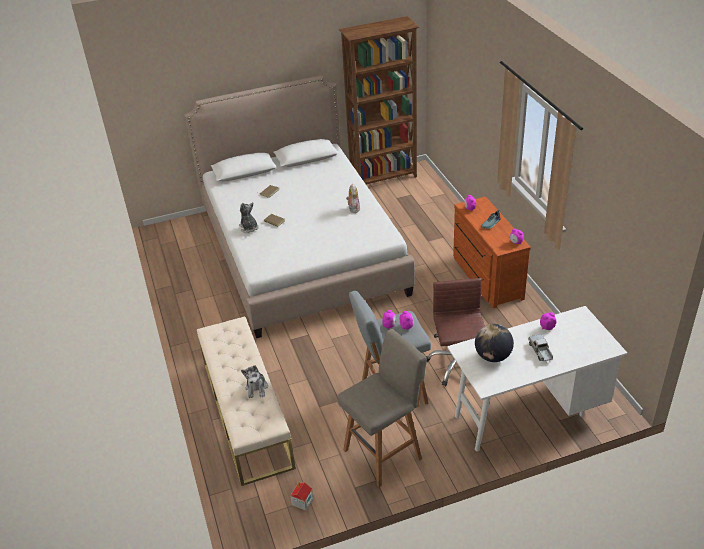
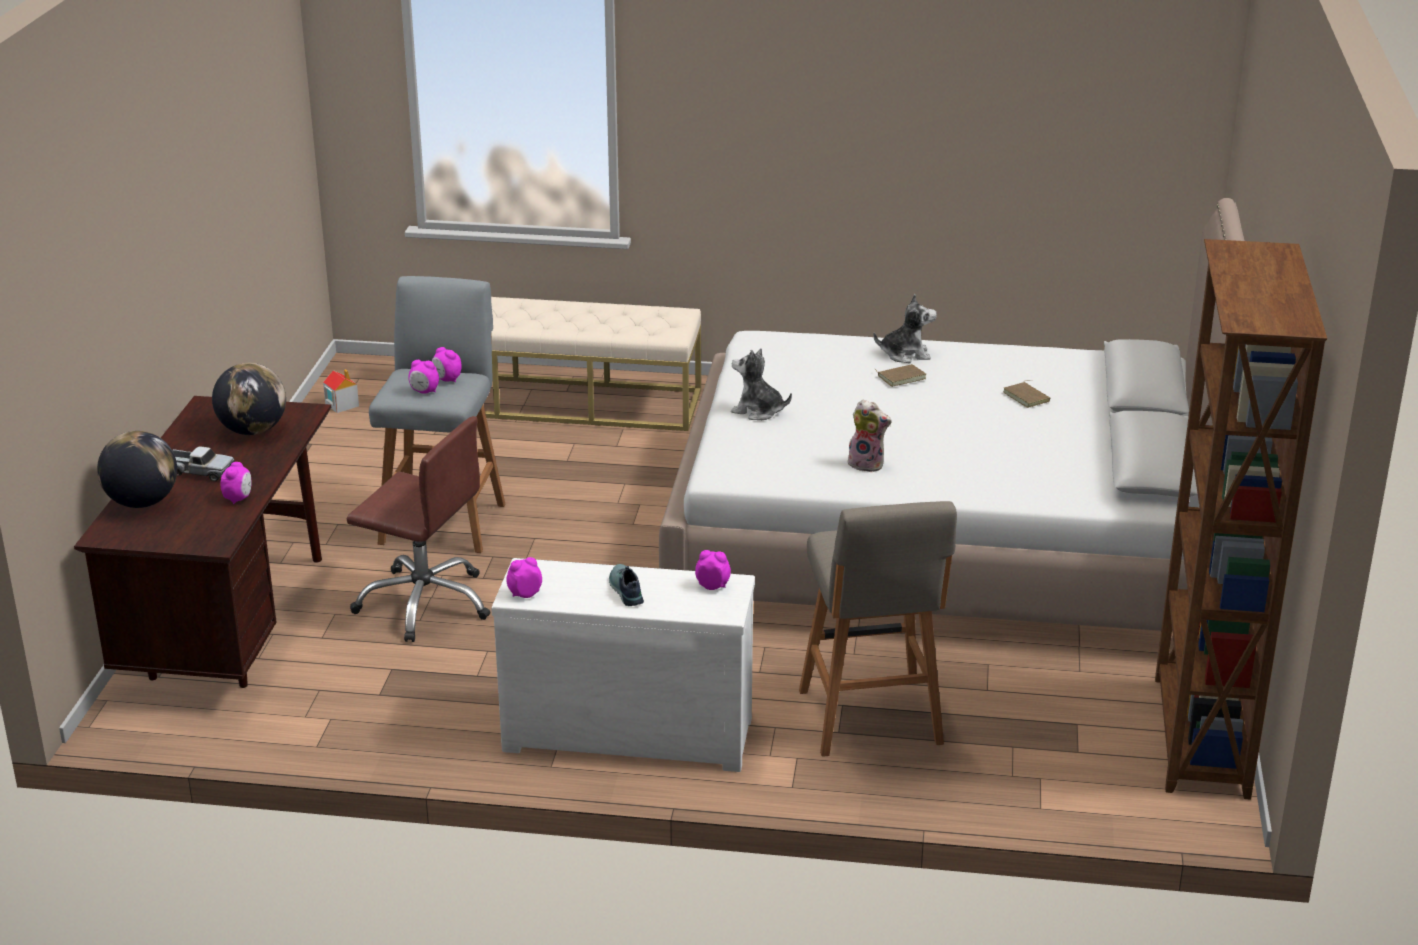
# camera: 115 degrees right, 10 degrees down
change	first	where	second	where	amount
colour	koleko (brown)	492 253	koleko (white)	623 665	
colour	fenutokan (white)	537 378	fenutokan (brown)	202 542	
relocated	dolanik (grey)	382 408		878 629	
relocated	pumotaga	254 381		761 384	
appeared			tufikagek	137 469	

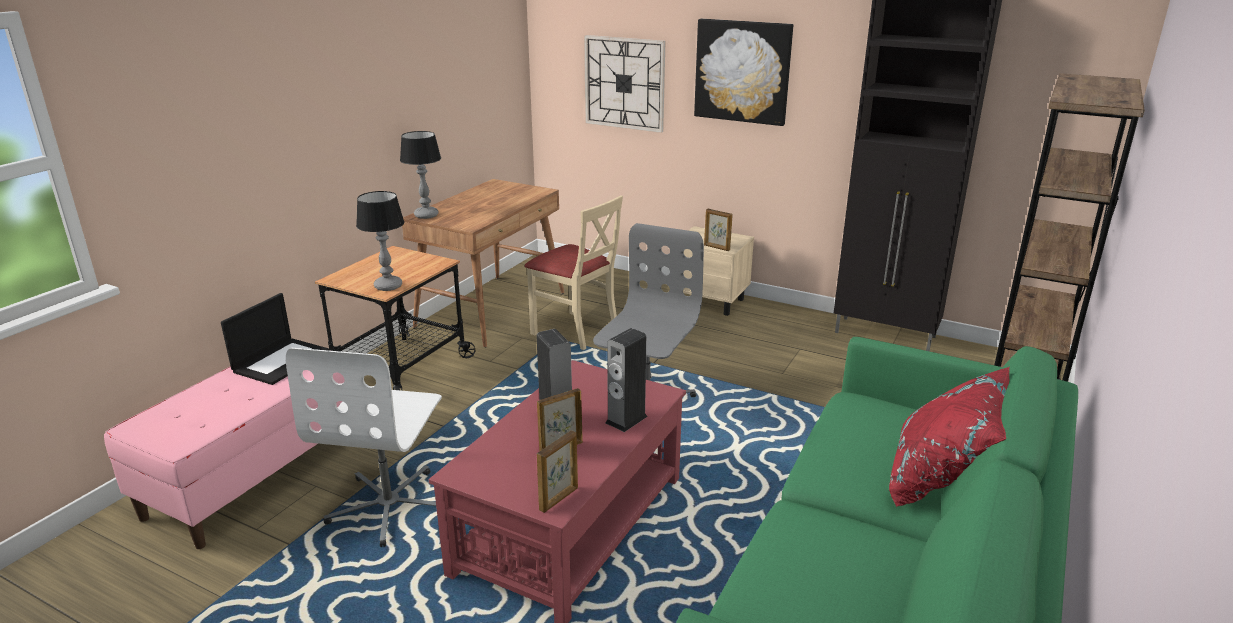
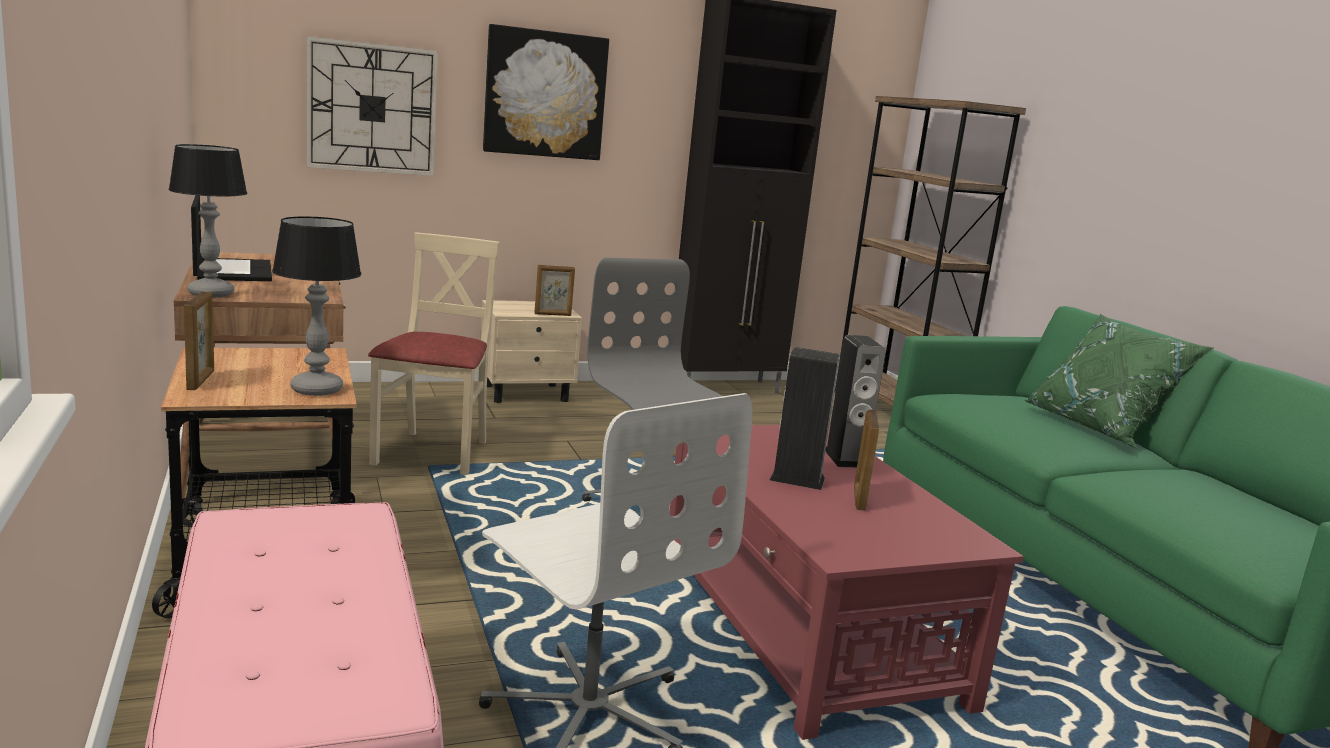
# camera: 50 degrees left, 10 degrees down
change	first	where	second	where	amount
spun	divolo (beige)	574 272		434 353	75 degrees counterclockwise
relocated	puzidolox	275 339		231 238	
colour	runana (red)	949 436	runana (green)	1118 381	
relocated	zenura	557 471		199 340	

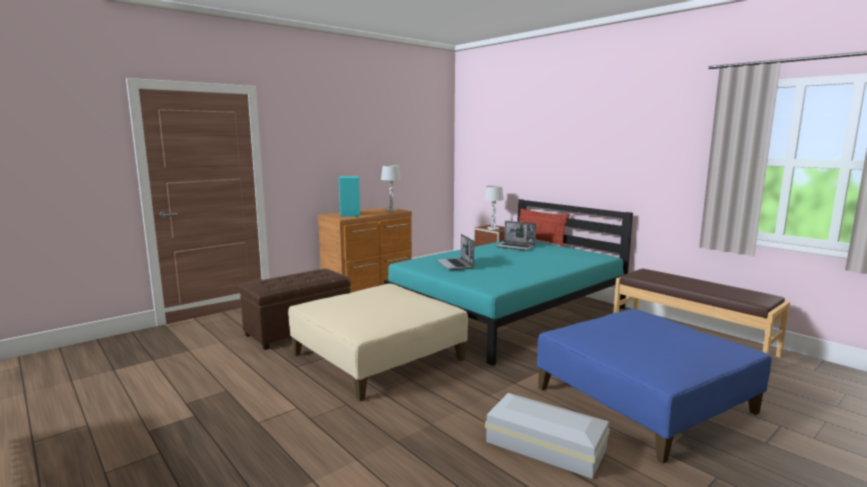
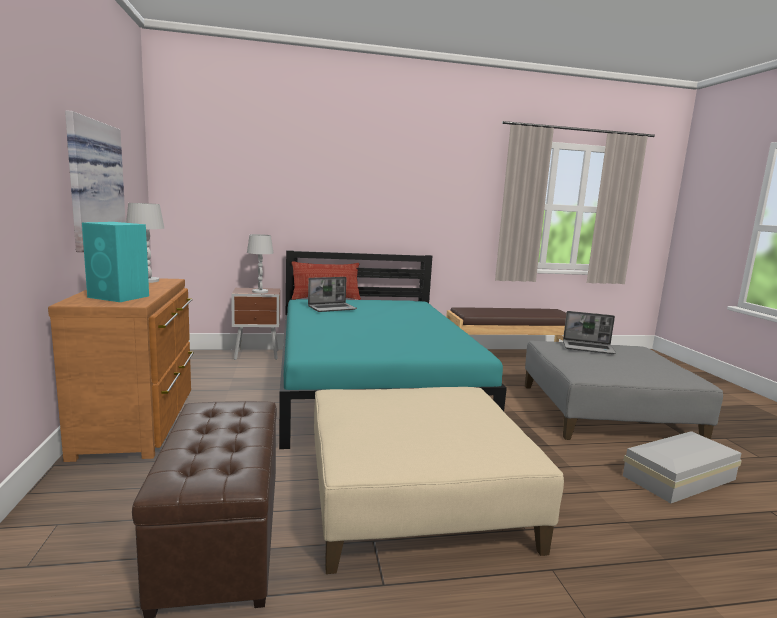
# camera: 60 degrees left, 0 degrees up
change	first	where	second	where	amount
relocated	puzidolox	455 252		589 332	
colour	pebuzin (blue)	654 386	pebuzin (grey)	624 390	
appeared			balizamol	95 181	

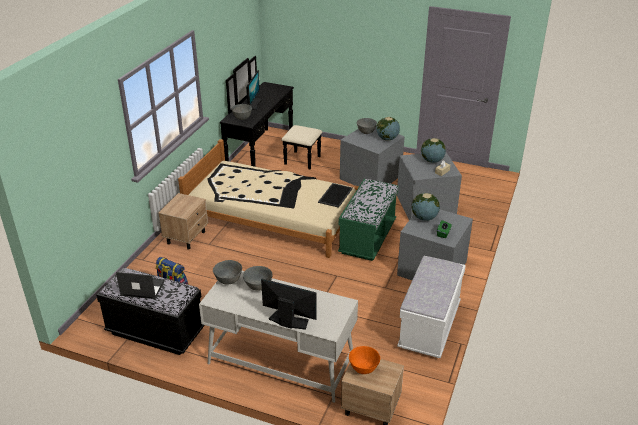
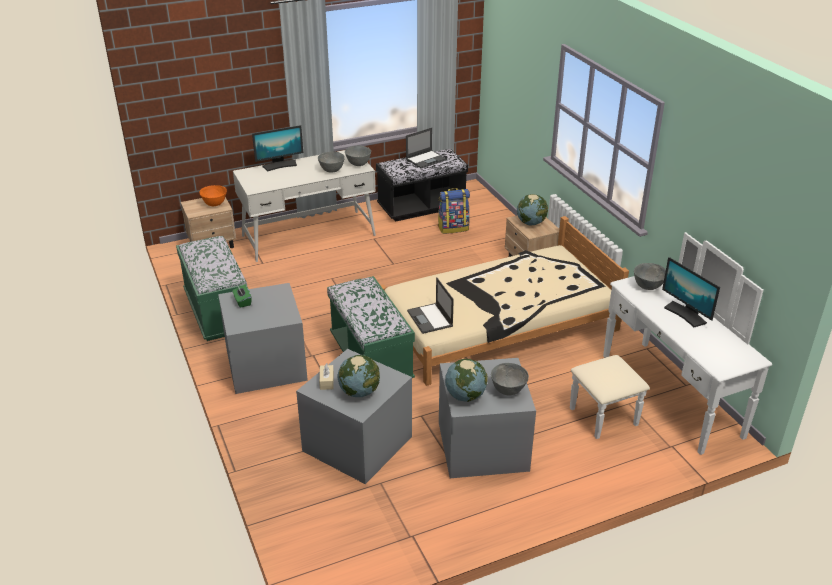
# camera: 135 degrees right, 0 degrees up
change	first	where	second	where	amount
colour	koleko (black)	271 112	koleko (white)	671 343	
exchanged	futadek	335 195	puzidolox	430 305	
relocated	tufikagek	426 207		532 209	
colour	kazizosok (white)	431 307	kazizosok (green)	211 288	

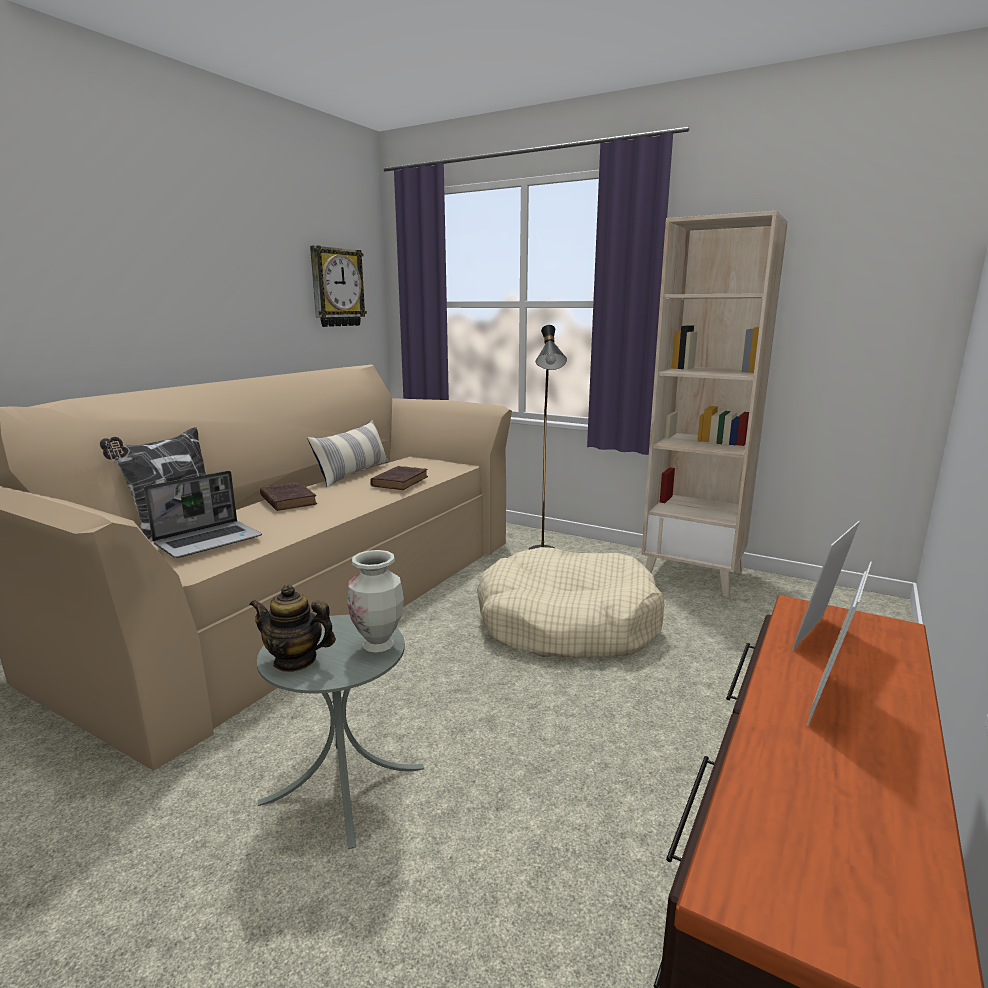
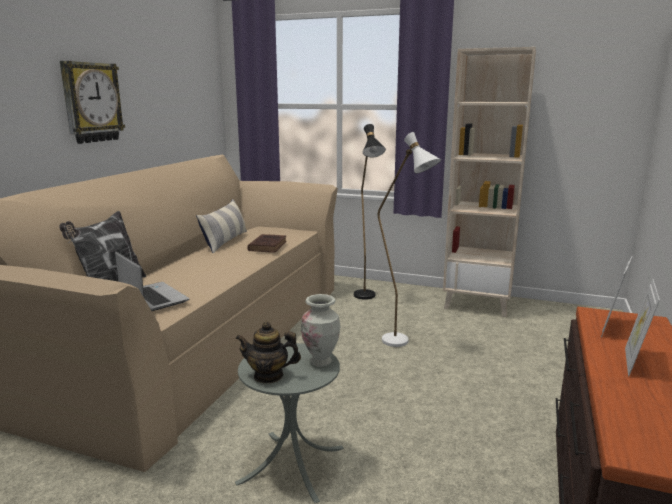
# camera: 10 degrees left, 0 degrees up
change	first	where	second	where	amount
relocated	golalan	338 286		92 102	
spun	puzidolox	203 514		152 281	75 degrees counterclockwise
missing	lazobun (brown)	288 496			
exchanged	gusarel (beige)	571 602	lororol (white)	409 239	

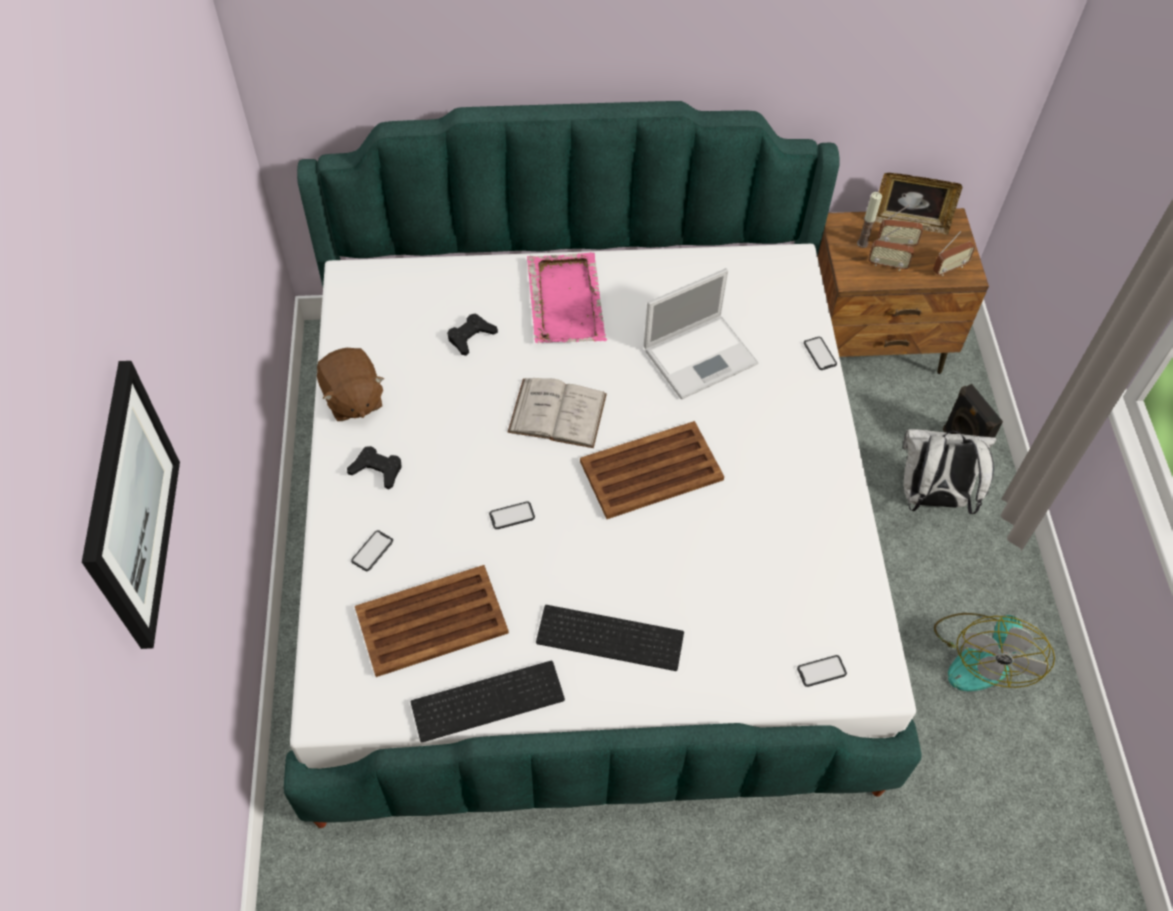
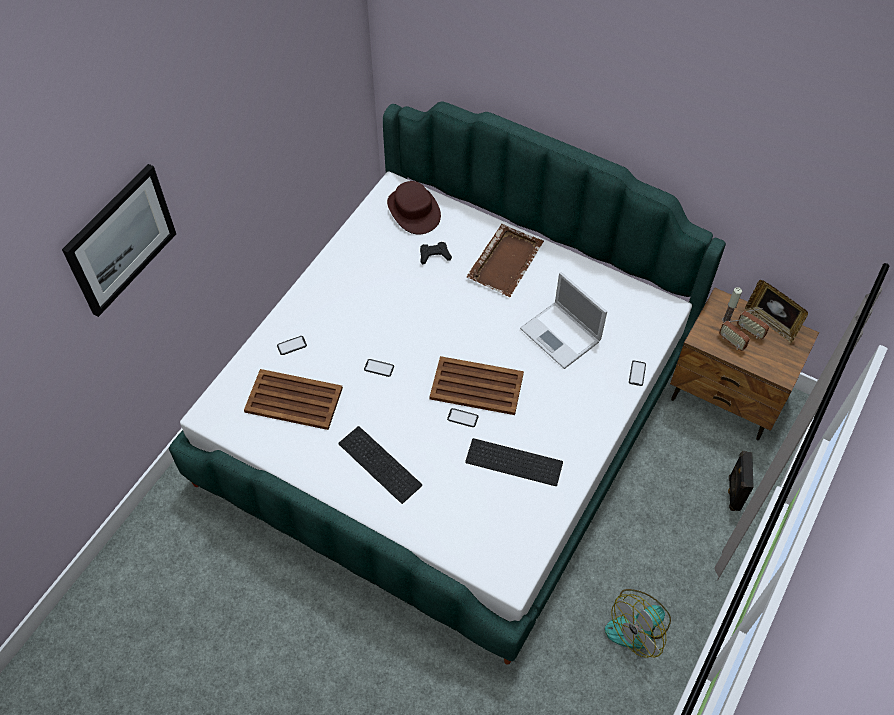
# camera: 35 degrees right, 0 degrees up
change	first	where	second	where	amount
missing	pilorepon	954 253			
colour	futadek (pink)	567 297	futadek (brown)	505 260	
spun	puzidolox	701 333		563 320	45 degrees clockwise
missing	pumotaga (brown)	350 384			
missing	lazobun (white)	557 413			
missing	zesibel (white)	950 471			
missing	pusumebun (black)	374 468			
relocated	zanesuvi	822 671		462 417	
relocated	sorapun	488 701		514 462	
appeared			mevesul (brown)	414 208	

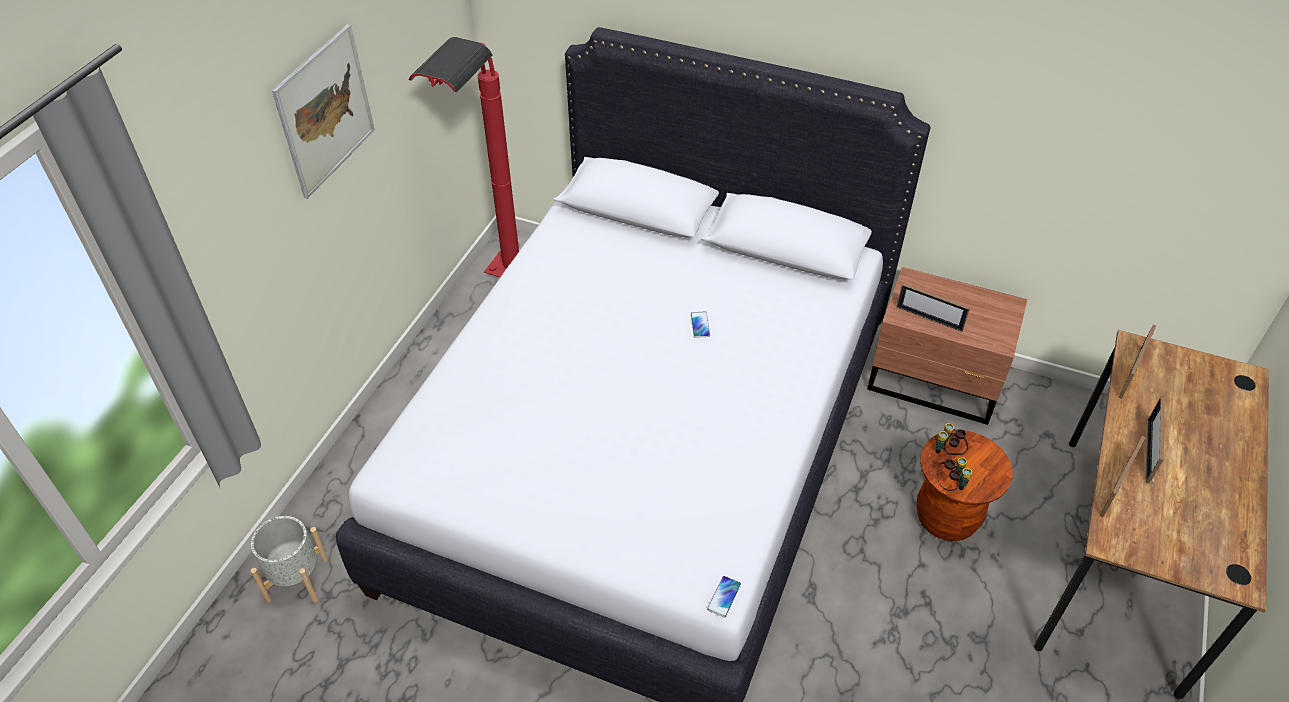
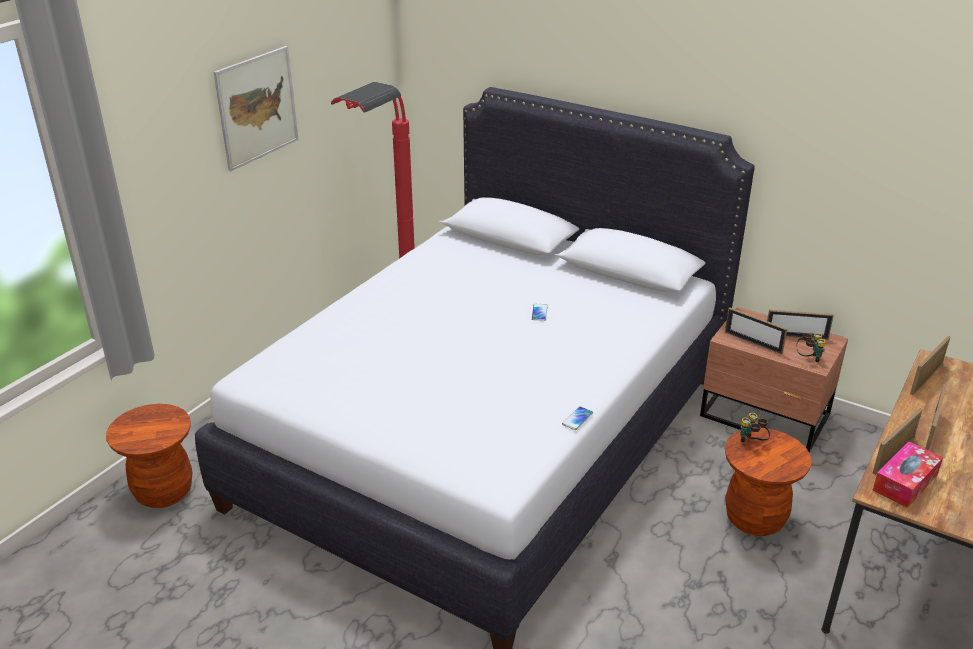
# camera: 10 degrees right, 15 degrees down
change	first	where	second	where	amount
relocated	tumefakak	954 474		811 347	
exchanged	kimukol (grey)	289 559	dolanik (brown)	149 456	
relocated	zanesuvi	724 596		577 418	
appeared			zenura	800 324	
appeared			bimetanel	908 475	

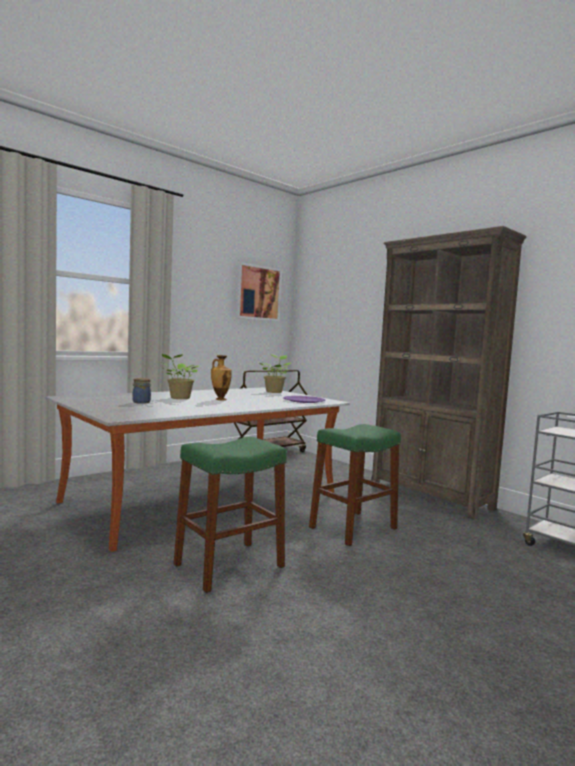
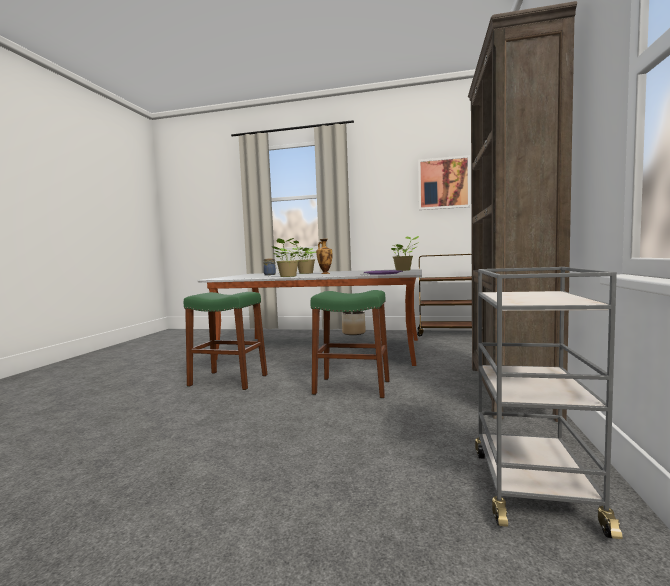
# camera: 55 degrees right, 0 degrees up
change	first	where	second	where	amount
appeared			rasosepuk	287 257	
appeared			kimukol	354 323	

